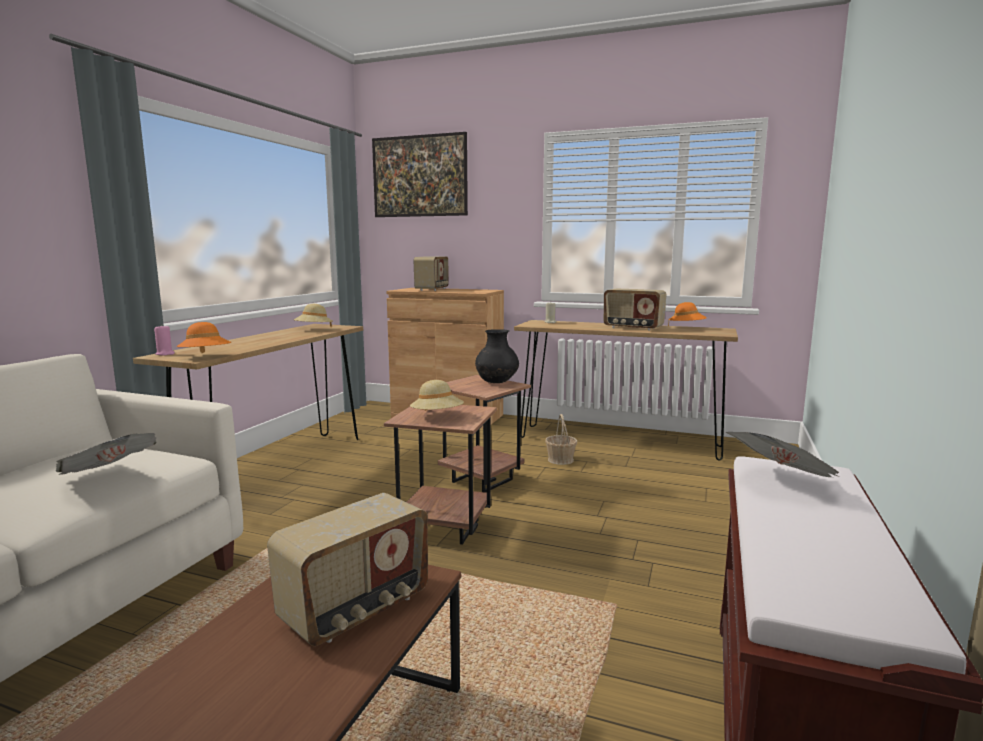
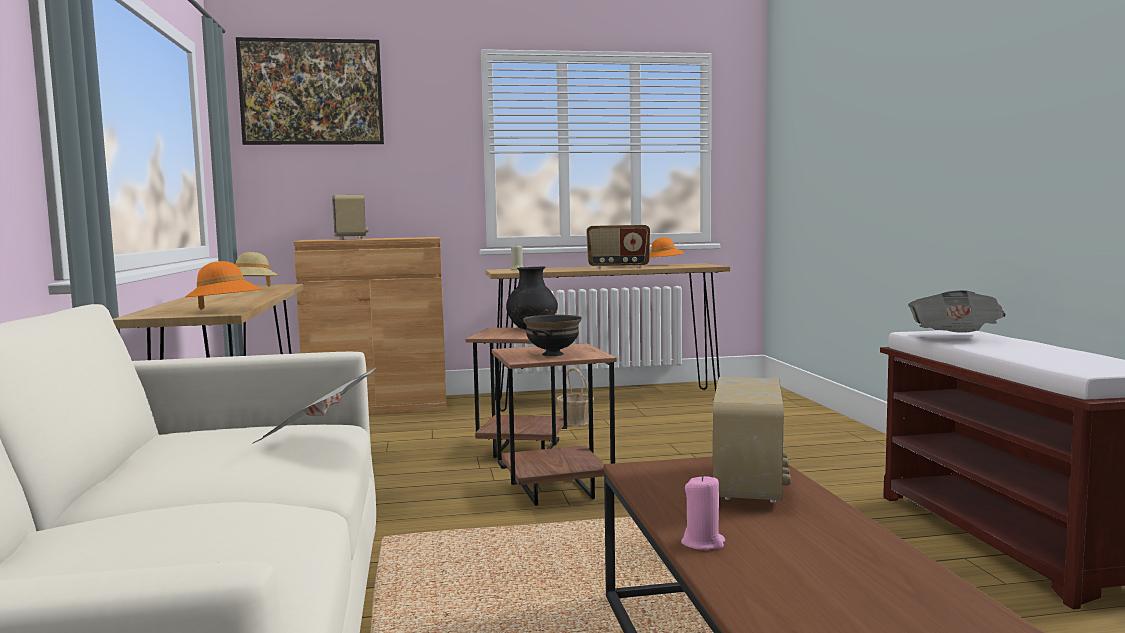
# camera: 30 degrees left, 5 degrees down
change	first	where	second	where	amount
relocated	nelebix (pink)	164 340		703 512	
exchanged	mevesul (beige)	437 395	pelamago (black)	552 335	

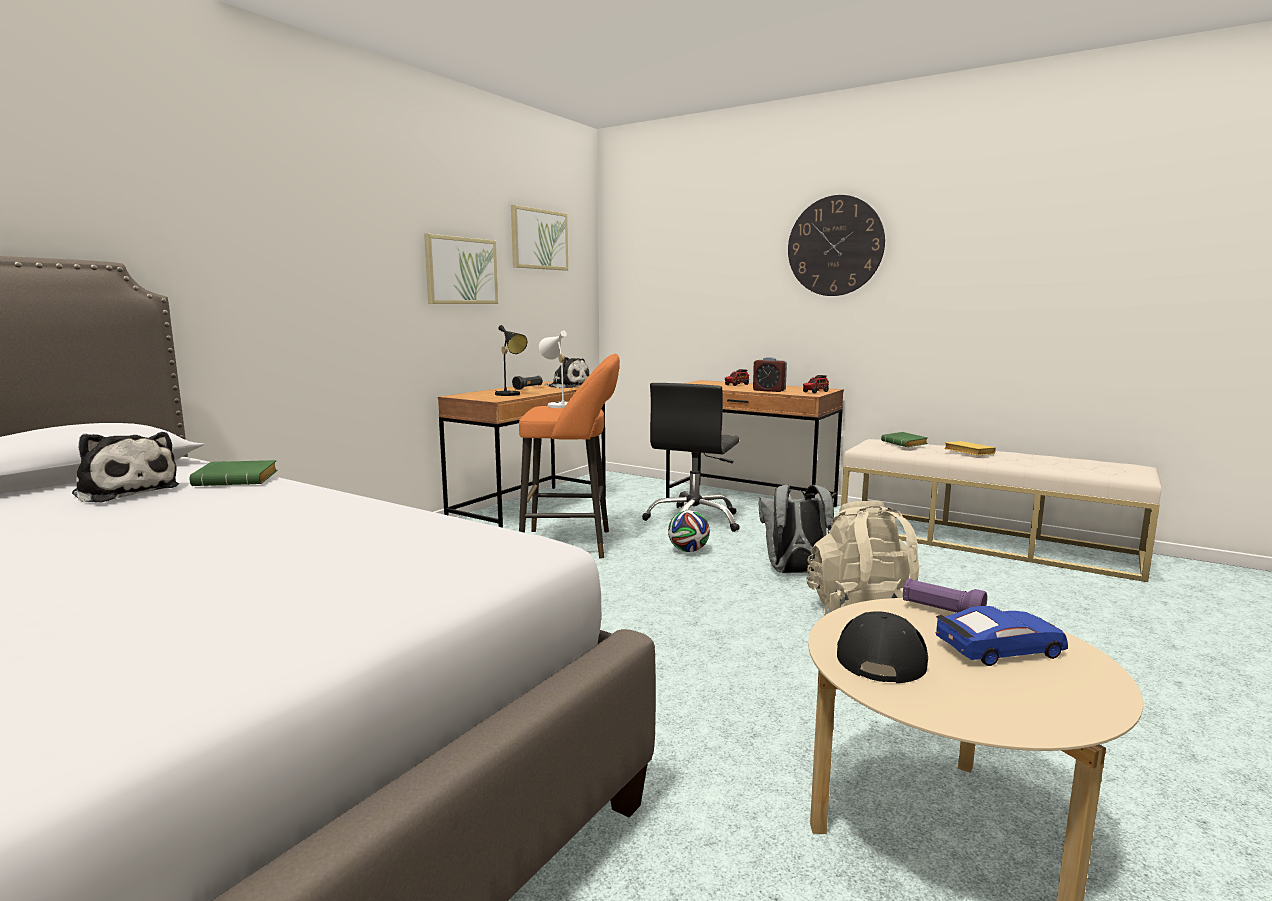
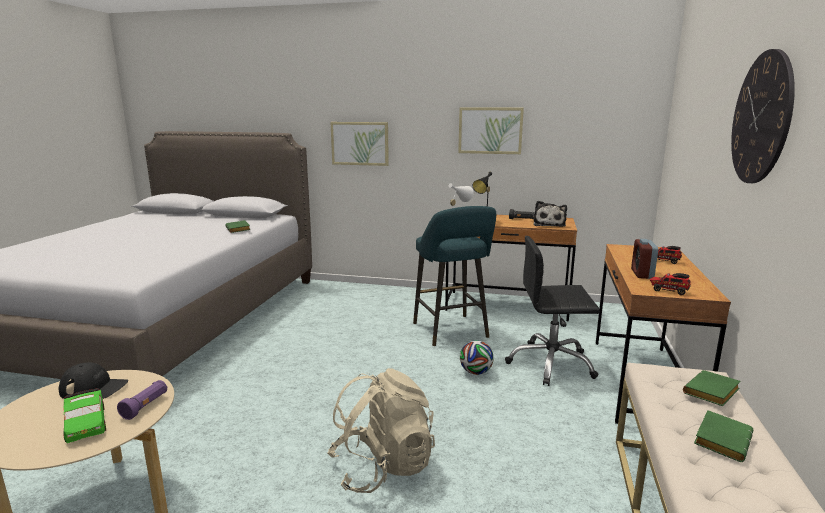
# camera: 70 degrees right, 5 degrees up
change	first	where	second	where	amount
relocated	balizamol	539 238		359 144	
colour	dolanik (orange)	569 456	dolanik (turquoise)	454 276	
missing	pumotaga	125 467			
colour	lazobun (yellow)	970 448	lazobun (green)	723 436	
missing	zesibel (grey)	796 529			
colour	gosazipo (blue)	1002 636	gosazipo (green)	84 415	

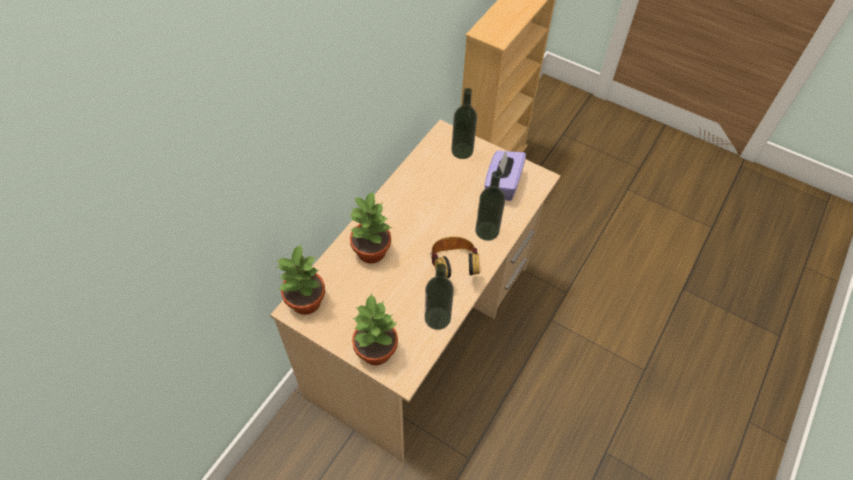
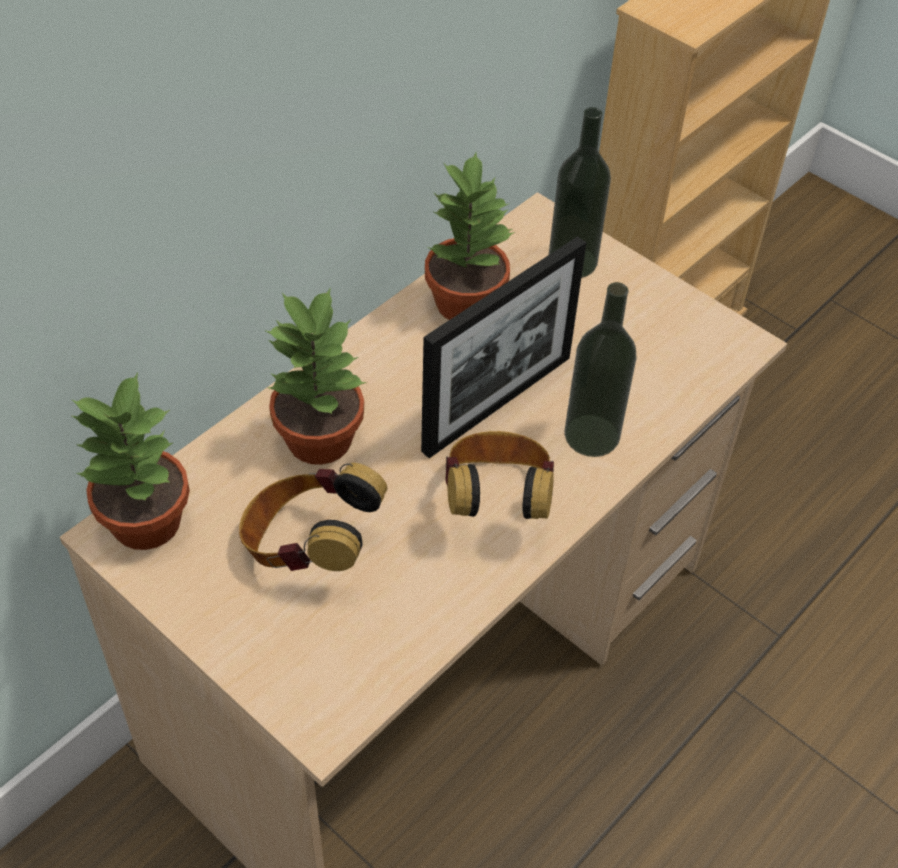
# camera: 10 degrees right, 5 degrees down
change	first	where	second	where	amount
missing	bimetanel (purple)	505 175			
missing	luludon	439 296			
relocated	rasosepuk	375 328		470 236	
appeared			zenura	504 347	
appeared			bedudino	313 517	

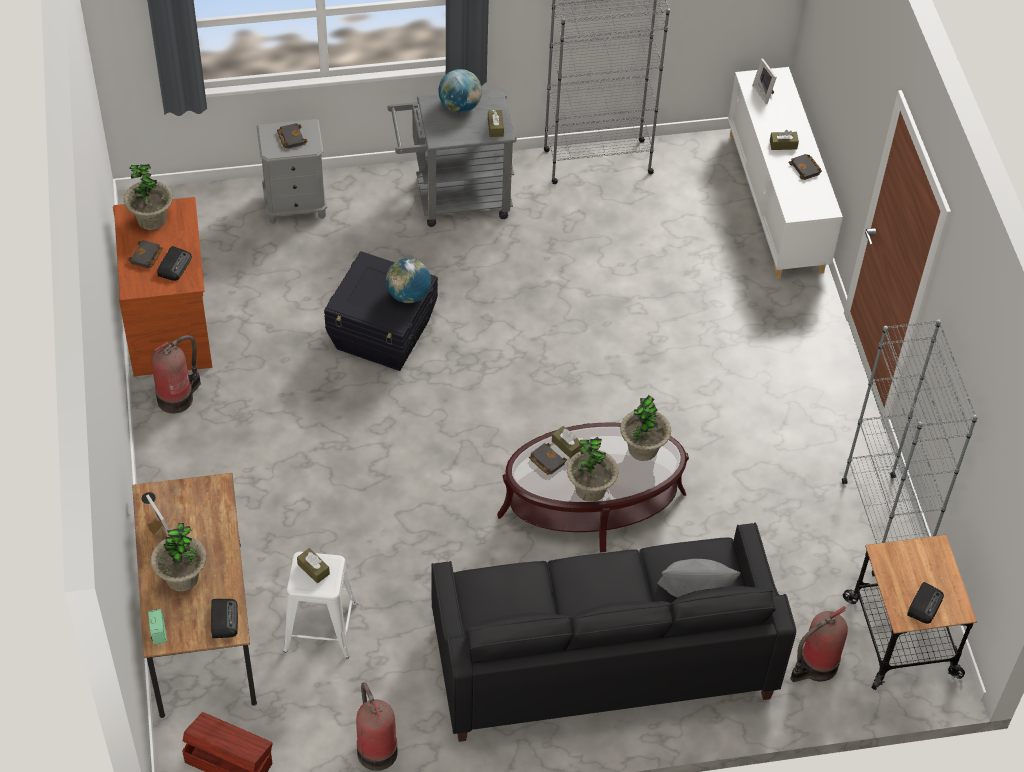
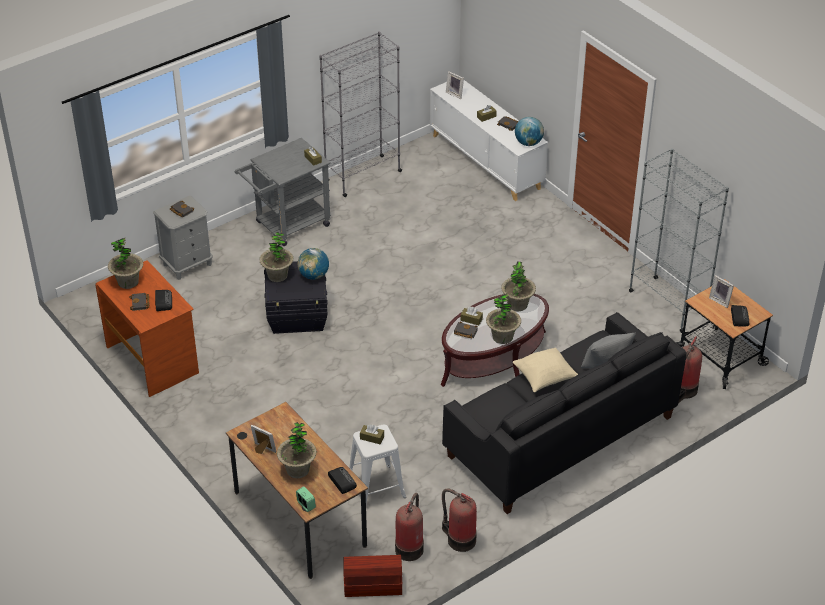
# camera: 25 degrees left, 10 degrees down
change	first	where	second	where	amount
relocated	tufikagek	460 91		529 131	
relocated	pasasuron	176 374		409 527	
appeared			rasosepuk	276 257	
appeared			zenura	721 291	
appeared			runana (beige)	545 370	

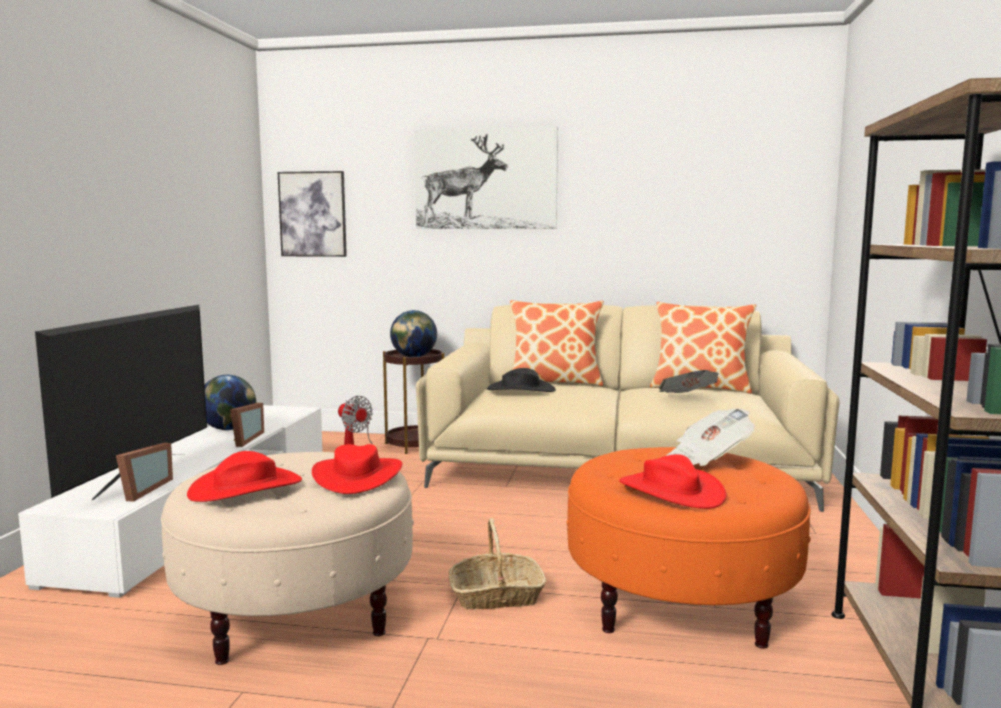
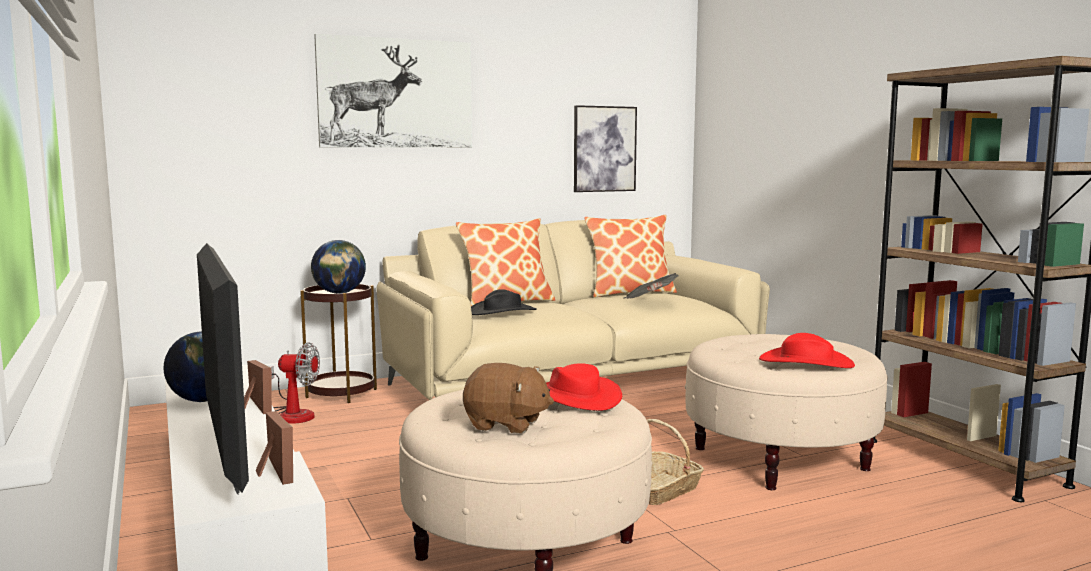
# camera: 35 degrees left, 0 degrees up
change	first	where	second	where	amount
relocated	balizamol	312 214		605 148	
missing	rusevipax	710 437			
colour	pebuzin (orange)	689 548	pebuzin (beige)	786 412	
exchanged	mevesul (red)	244 476	pumotaga (brown)	508 398	

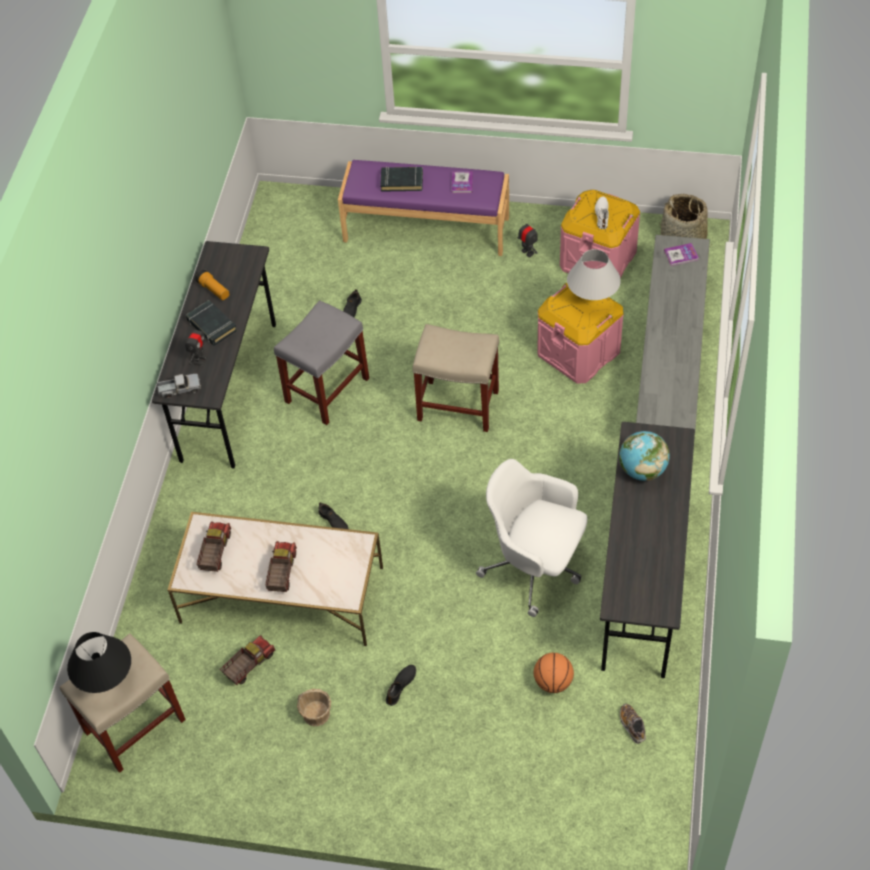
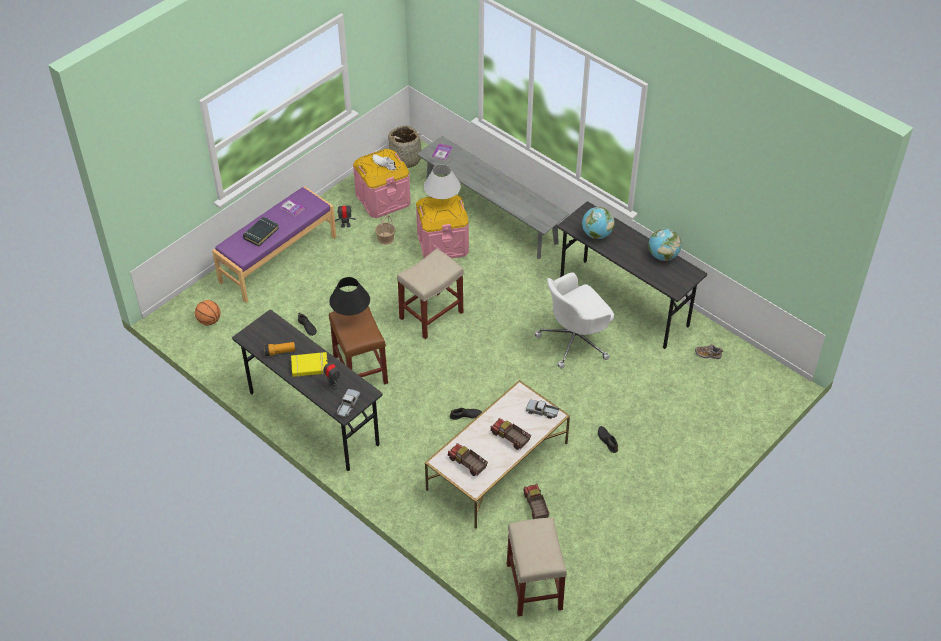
# camera: 60 degrees left, 5 degrees down
change	first	where	second	where	amount
colour	lazobun (black)	211 323	lazobun (yellow)	309 364	
colour	dolanik (grey)	321 362	dolanik (brown)	358 345	
relocated	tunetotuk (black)	99 662		349 296	
relocated	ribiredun	554 673		208 312	
relocated	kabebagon	314 707		385 230	
appeared			tufikagek	665 244	
appeared			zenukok	542 409	

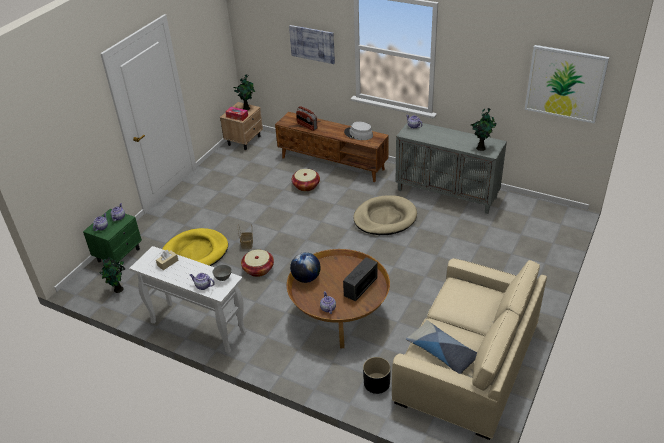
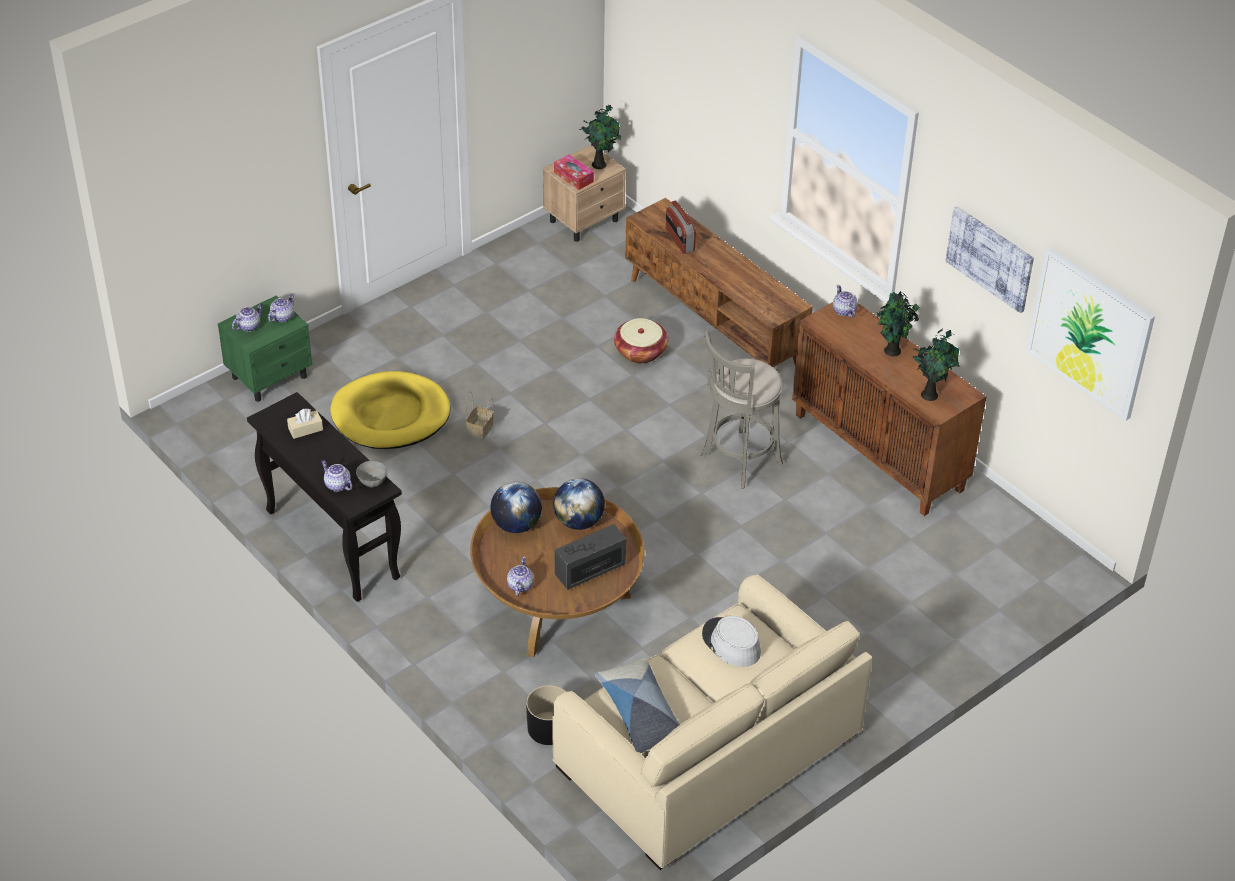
# camera: 20 degrees right, 5 degrees up
change	first	where	second	where	amount
relocated	balizamol	312 44		990 259	
relocated	mevesul (grey)	358 131		731 641	
colour	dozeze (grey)	451 168	dozeze (brown)	889 409	
exchanged	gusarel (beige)	385 215	dolanik (grey)	742 409	
colour	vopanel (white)	187 299	vopanel (black)	324 497	
missing	kabebagon	257 263			
relocated	rasosepuk	112 275		898 324	
appeared			tufikagek	579 504	

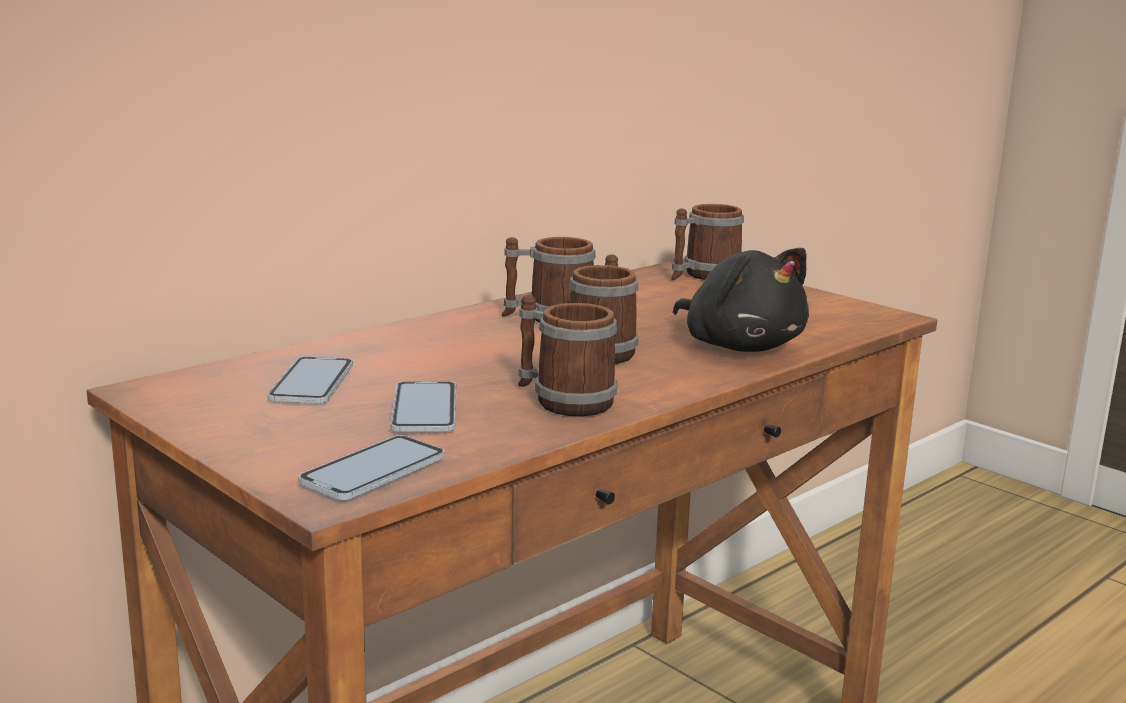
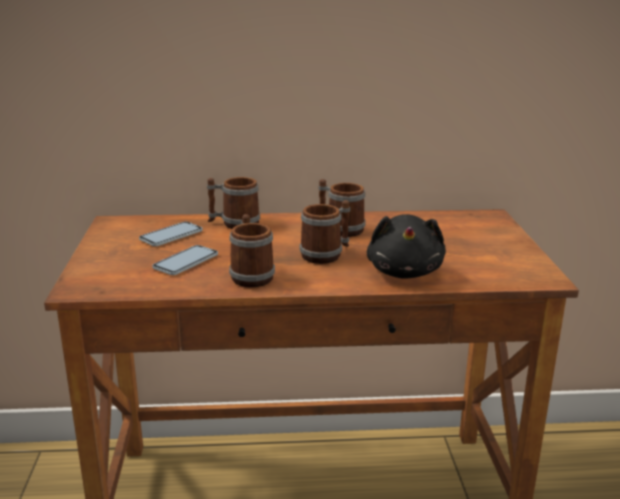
# camera: 40 degrees right, 5 degrees up
change	first	where	second	where	amount
relocated	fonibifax	707 242		233 203	
missing	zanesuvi	371 467			

